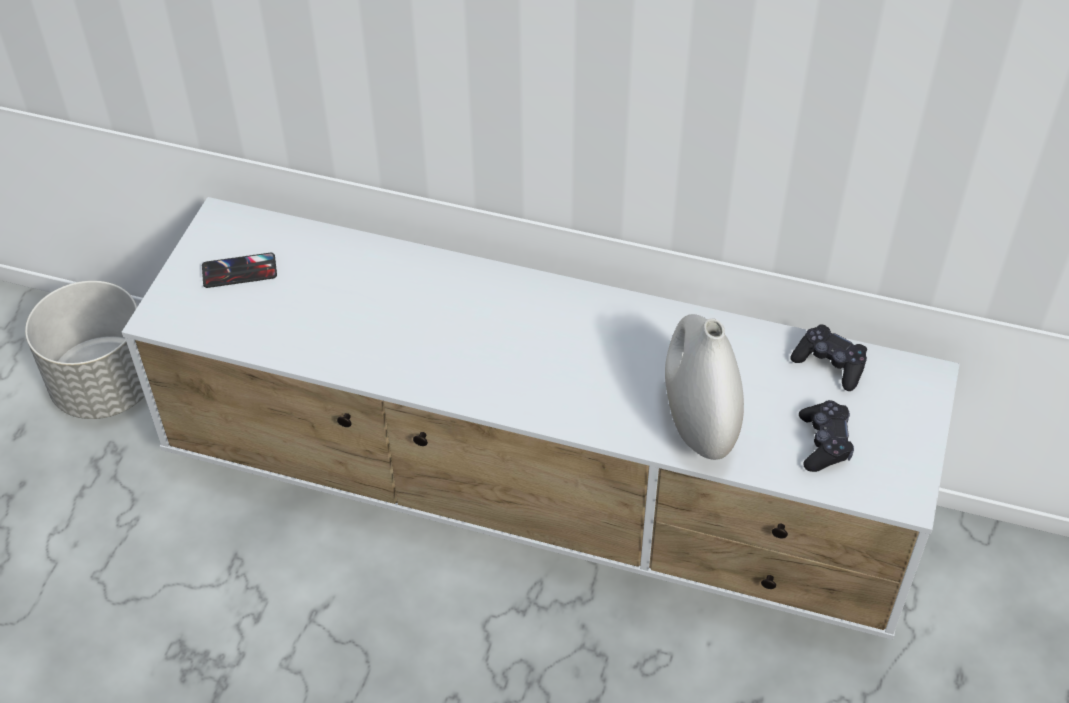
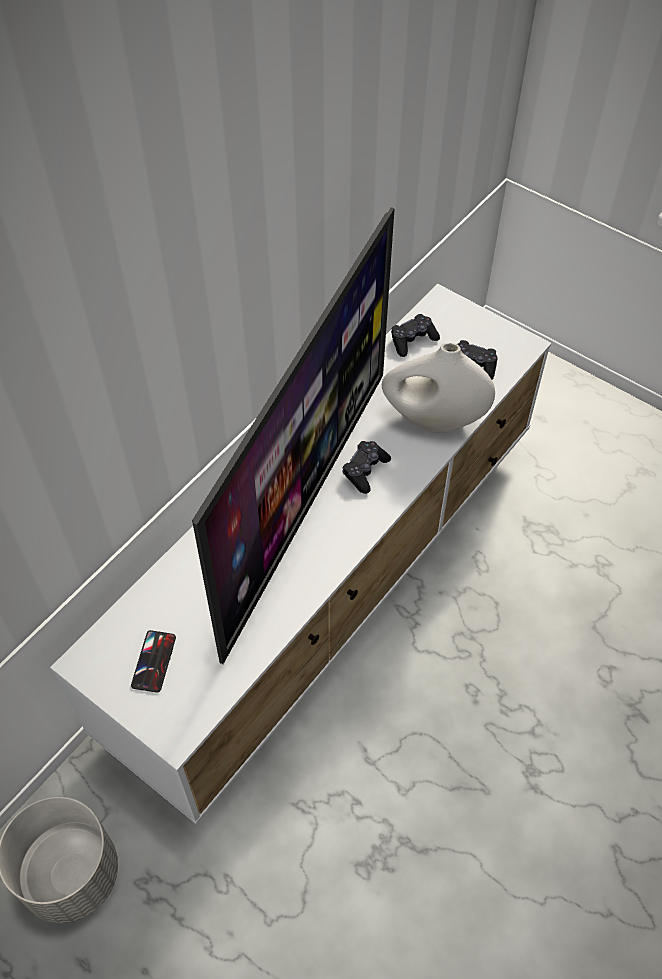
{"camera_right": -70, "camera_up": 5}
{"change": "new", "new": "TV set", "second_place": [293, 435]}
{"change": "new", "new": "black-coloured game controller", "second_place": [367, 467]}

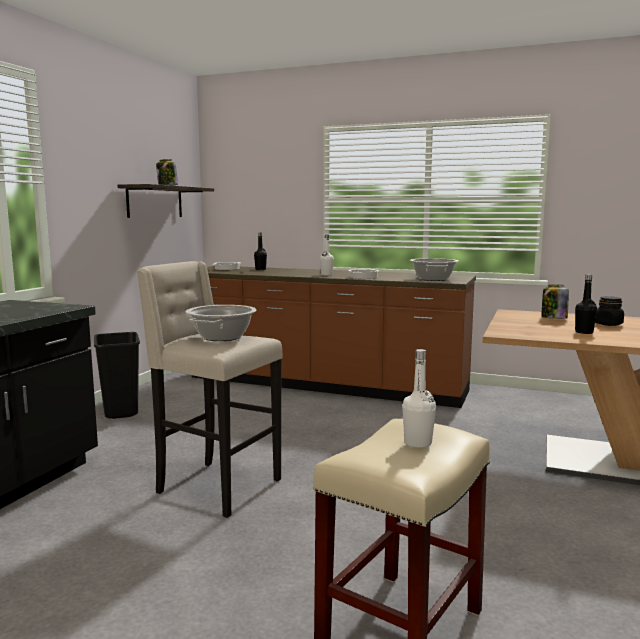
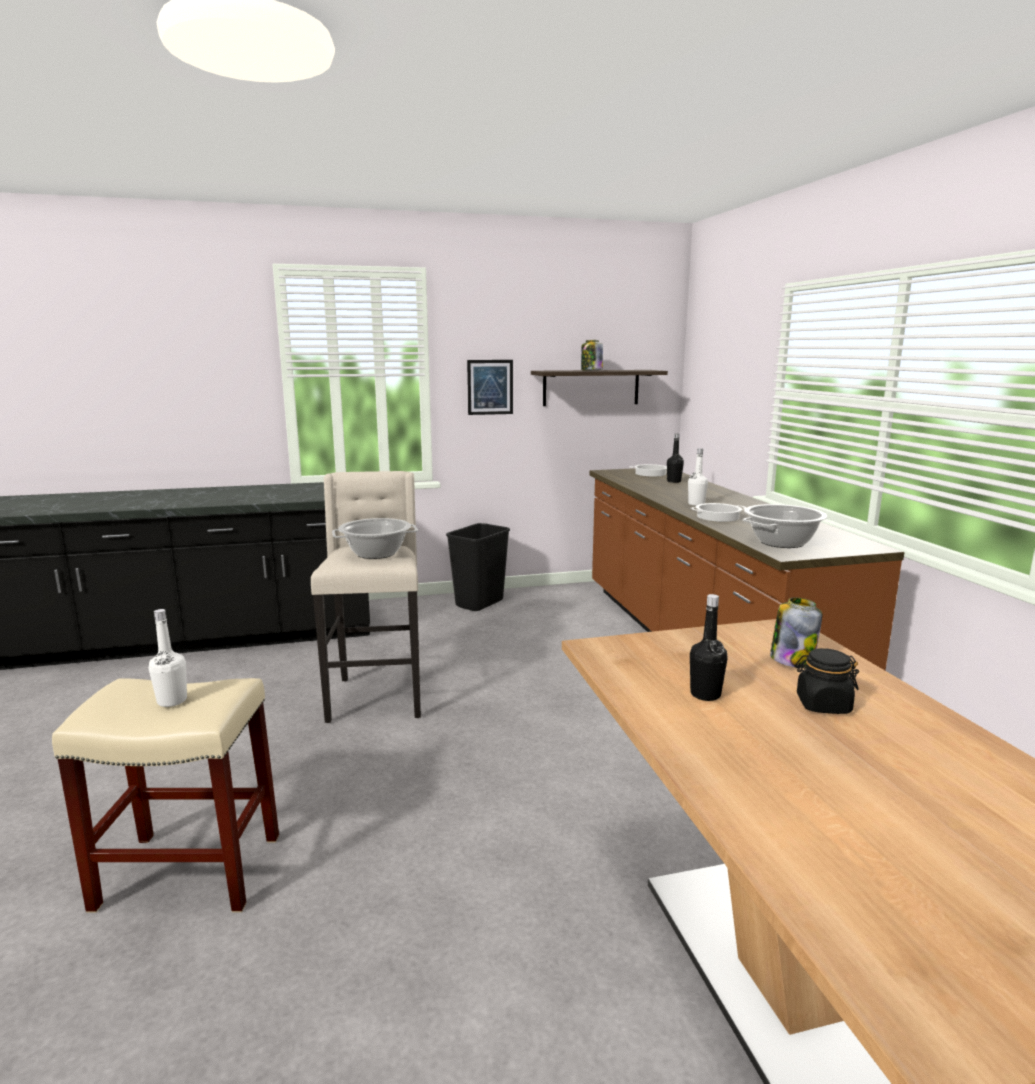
{"camera_right": 55, "camera_up": 5}
{"change": "new", "new": "picture", "second_place": [490, 387]}

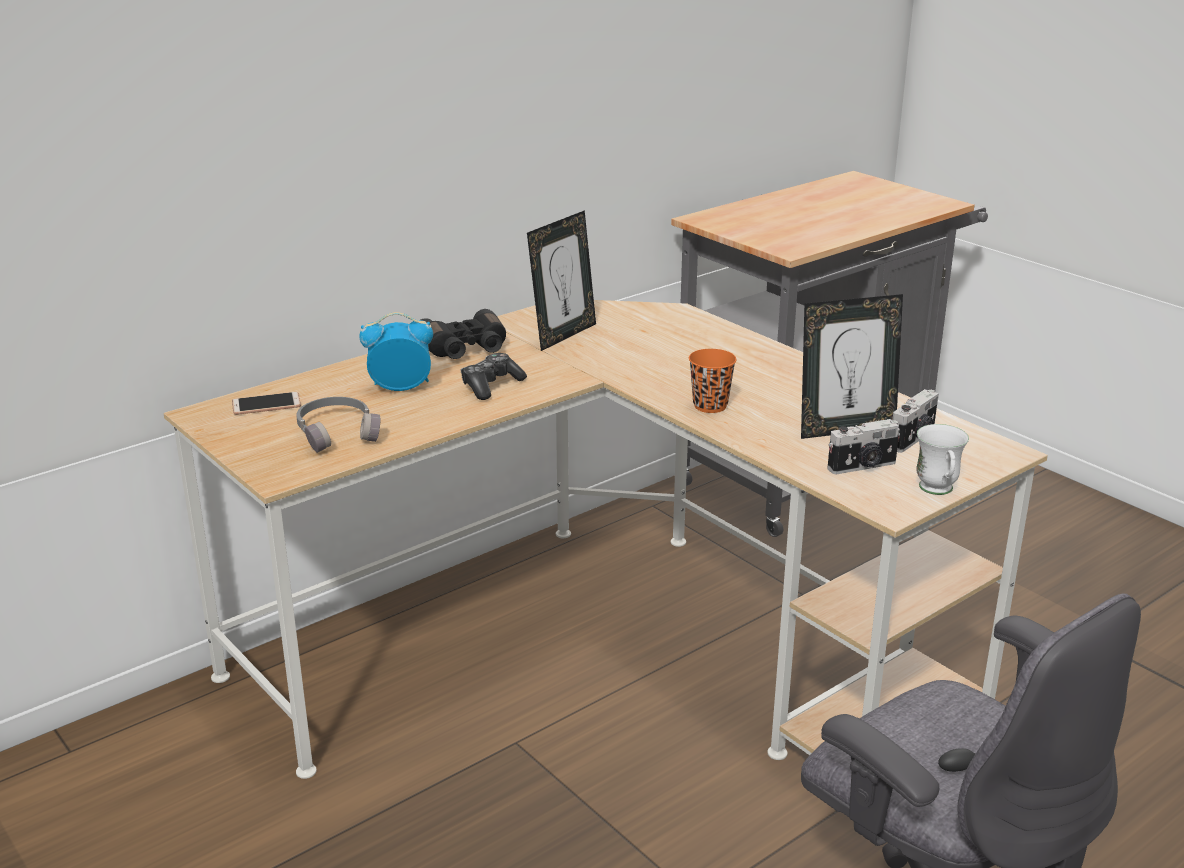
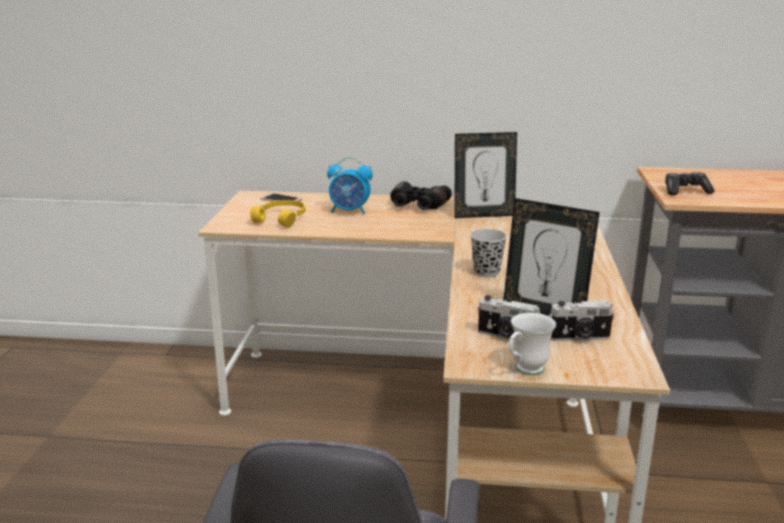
{"camera_right": 45, "camera_up": -5}
{"change": "repainted", "old": "greyish pair of headphones", "new": "yellow-coloured pair of headphones", "first_place": [338, 425], "second_place": [278, 214]}
{"change": "rotated", "old": "alarm clock", "first_place": [396, 351], "second_place": [350, 185], "degrees": 150}
{"change": "shifted", "old": "game controller", "first_place": [493, 376], "second_place": [690, 183]}
{"change": "repainted", "old": "orangey drinking cup", "new": "black-coloured drinking cup", "first_place": [712, 381], "second_place": [488, 253]}

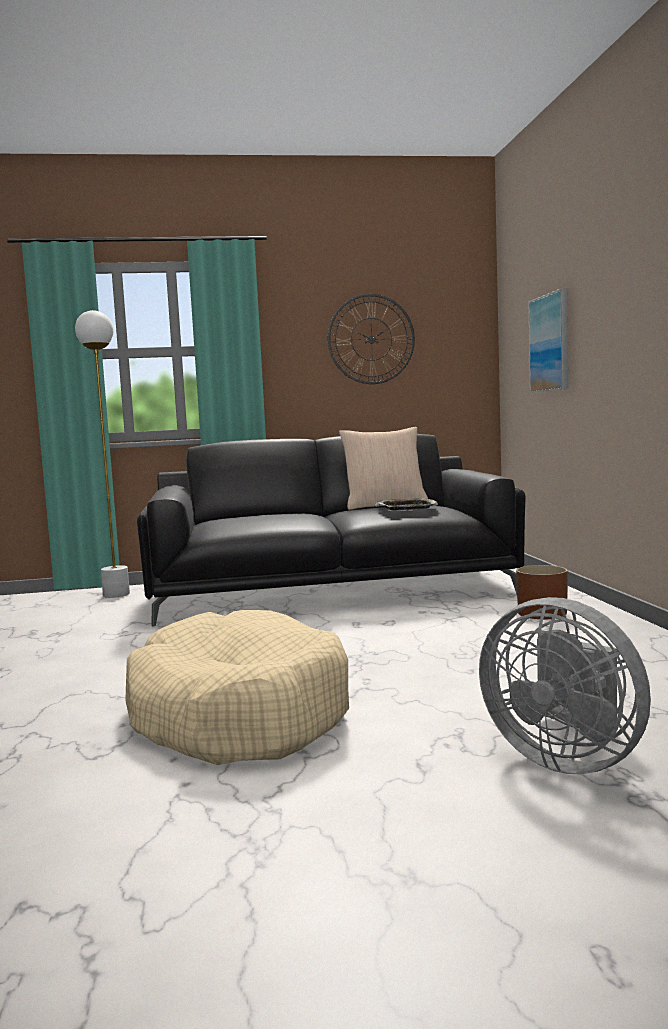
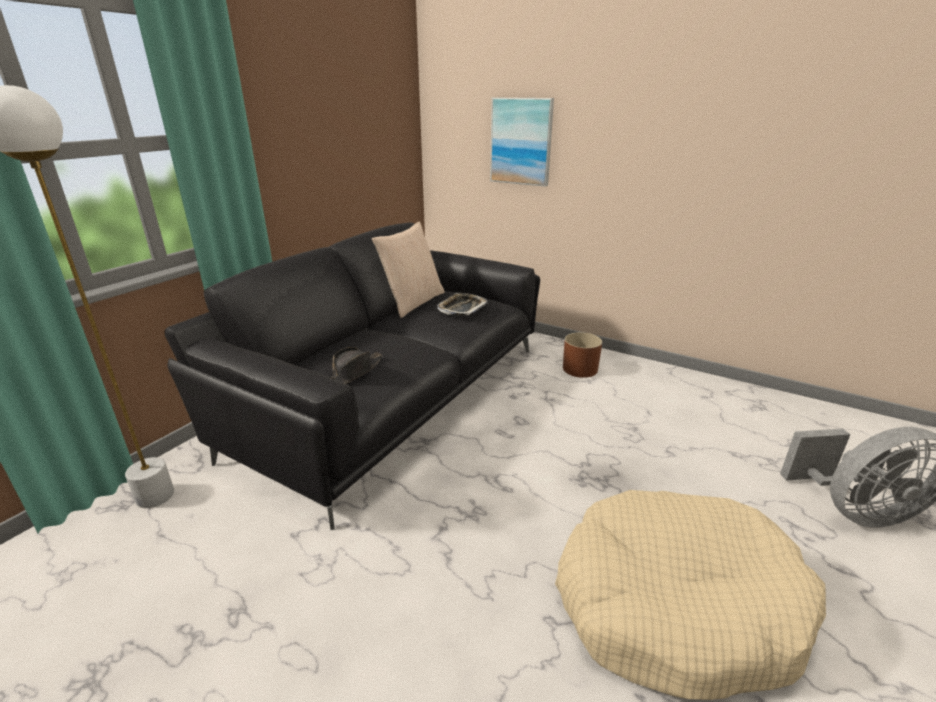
{"camera_right": -50, "camera_up": 20}
{"change": "gone", "old": "hanging clock", "first_place": [371, 339]}
{"change": "new", "new": "black-coloured hat", "second_place": [357, 365]}

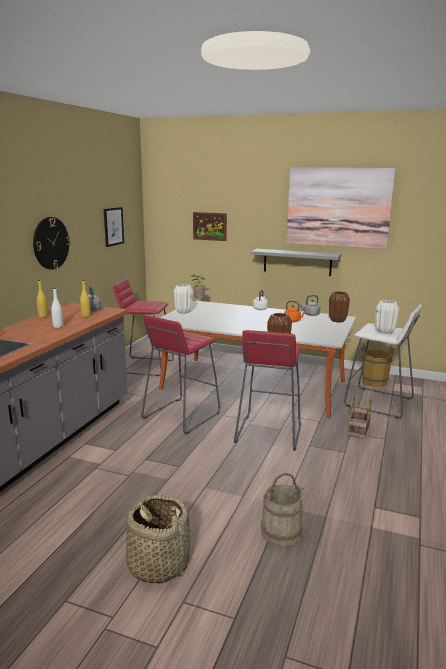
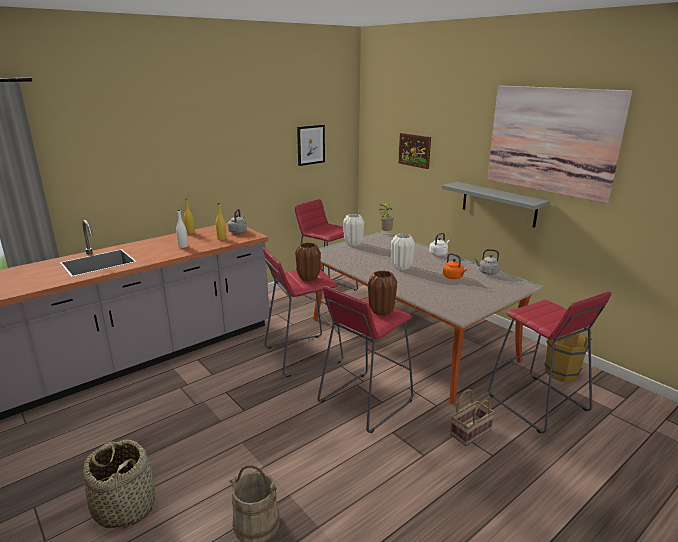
{"camera_right": 30, "camera_up": 5}
{"change": "gone", "old": "hanging clock", "first_place": [51, 243]}
{"change": "shifted", "old": "brownish flower vase", "first_place": [339, 306], "second_place": [308, 262]}
{"change": "repainted", "old": "whitish sitting stool", "new": "reddish sitting stool", "first_place": [383, 362], "second_place": [550, 362]}
{"change": "shifted", "old": "whitish flower vase", "first_place": [387, 317], "second_place": [403, 252]}

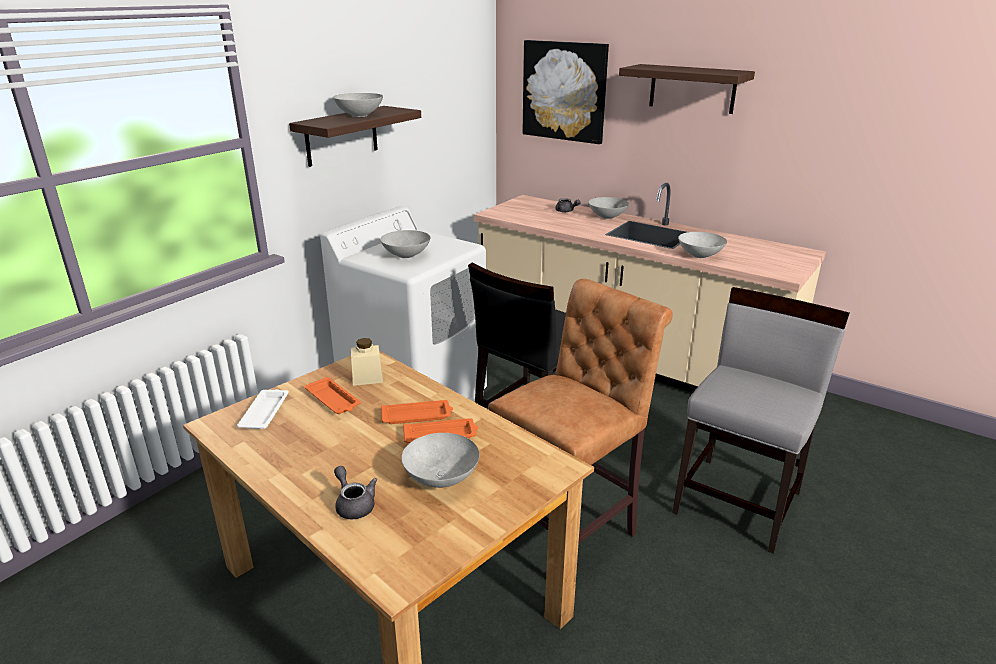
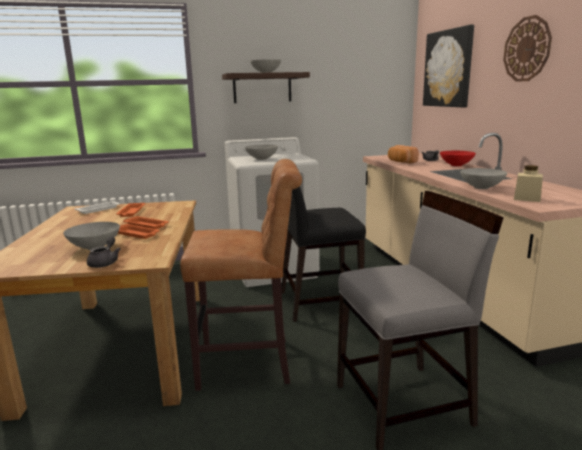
{"camera_right": 40, "camera_up": -10}
{"change": "shifted", "old": "greyish tea pot", "first_place": [355, 492], "second_place": [104, 252]}
{"change": "shifted", "old": "beige-coloured jar", "first_place": [367, 362], "second_place": [528, 183]}
{"change": "repainted", "old": "greyish bowl", "new": "reddish bowl", "first_place": [608, 208], "second_place": [458, 158]}
{"change": "swapped", "old": "shelf", "new": "hanging clock", "first_place": [687, 89], "second_place": [527, 48]}
{"change": "new", "new": "baked bread", "second_place": [403, 154]}

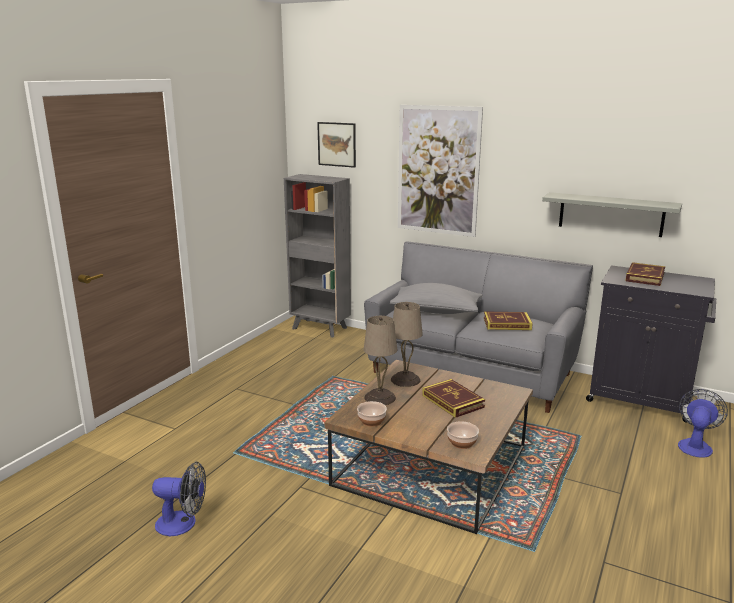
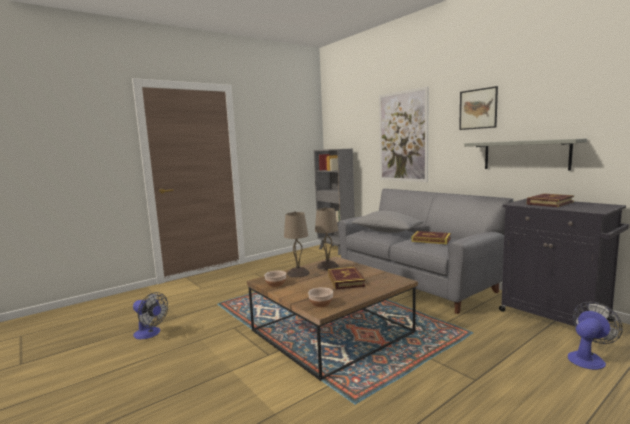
{"camera_right": 25, "camera_up": -10}
{"change": "shifted", "old": "picture", "first_place": [336, 145], "second_place": [478, 108]}

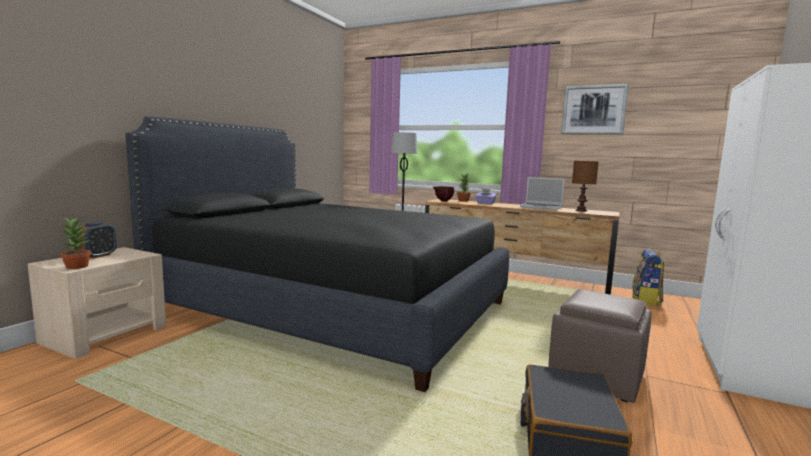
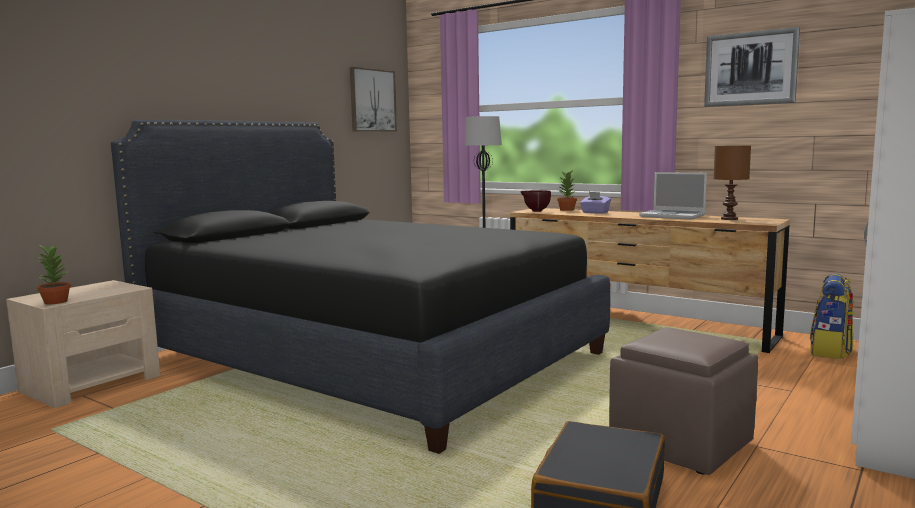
{"camera_right": 10, "camera_up": 0}
{"change": "gone", "old": "alarm clock", "first_place": [97, 240]}
{"change": "new", "new": "picture", "second_place": [373, 99]}

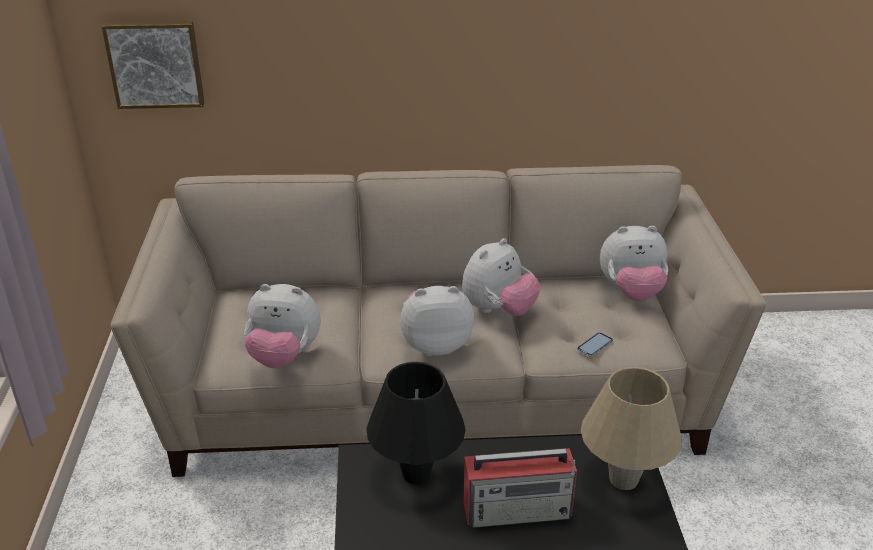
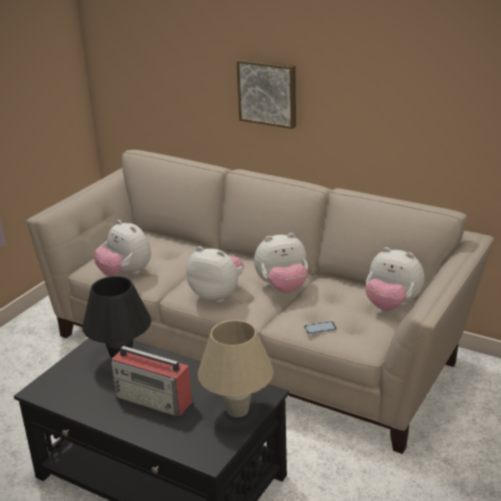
{"camera_right": 35, "camera_up": -5}
{"change": "shifted", "old": "picture", "first_place": [153, 65], "second_place": [266, 94]}

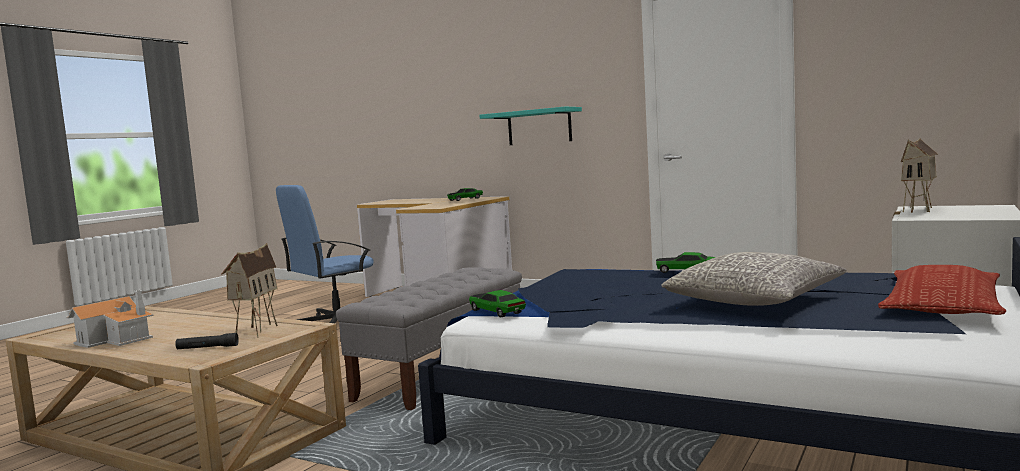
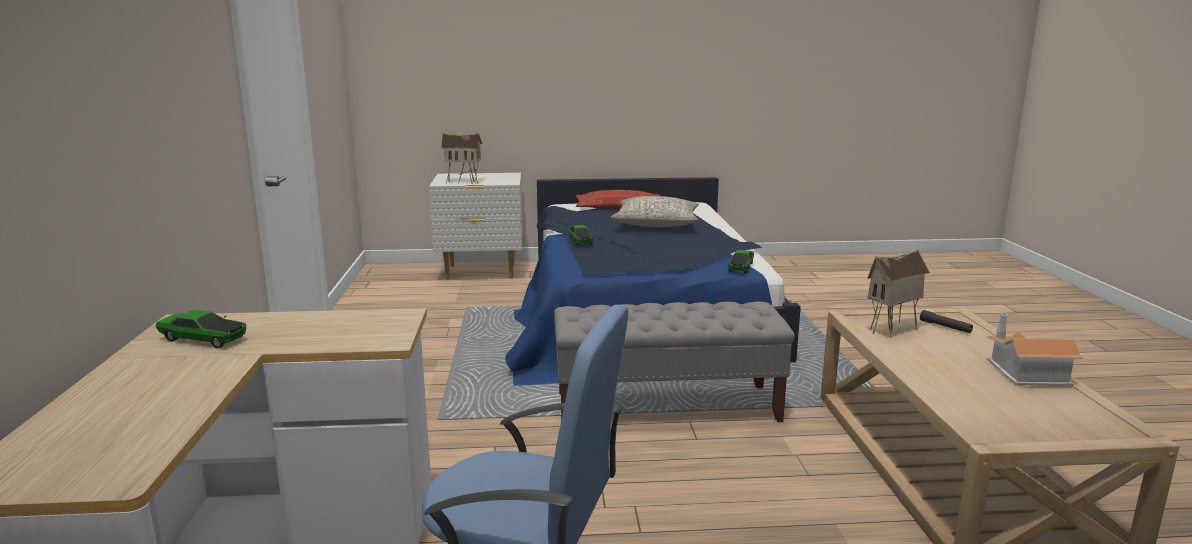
{"camera_right": -125, "camera_up": 10}
{"change": "gone", "old": "blue-green shelf", "first_place": [530, 126]}

